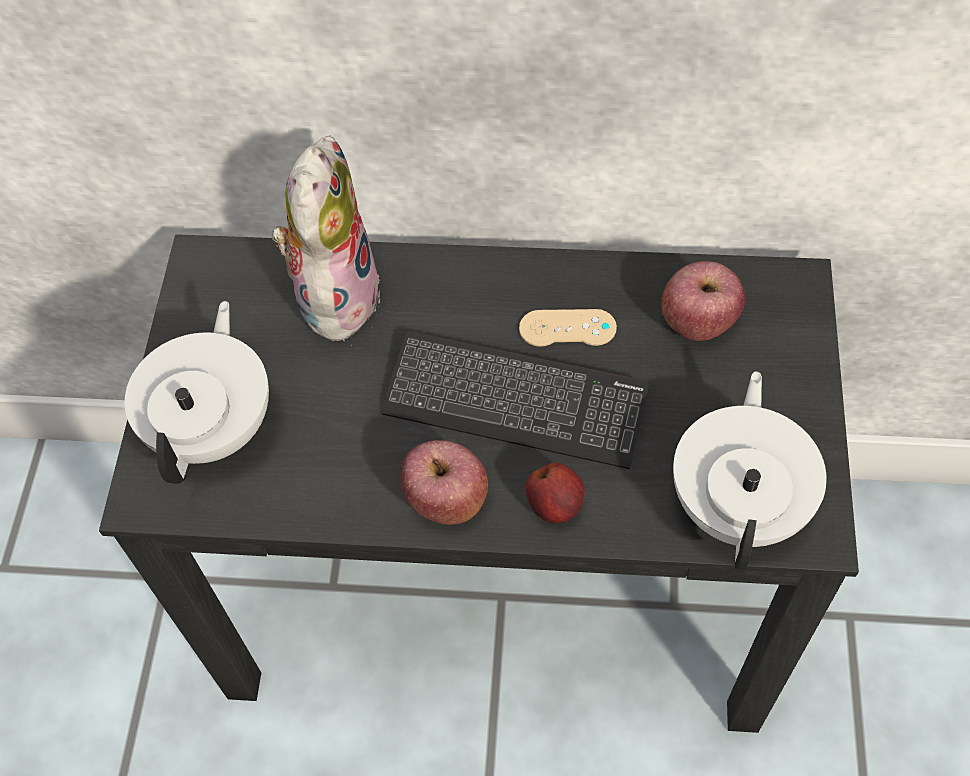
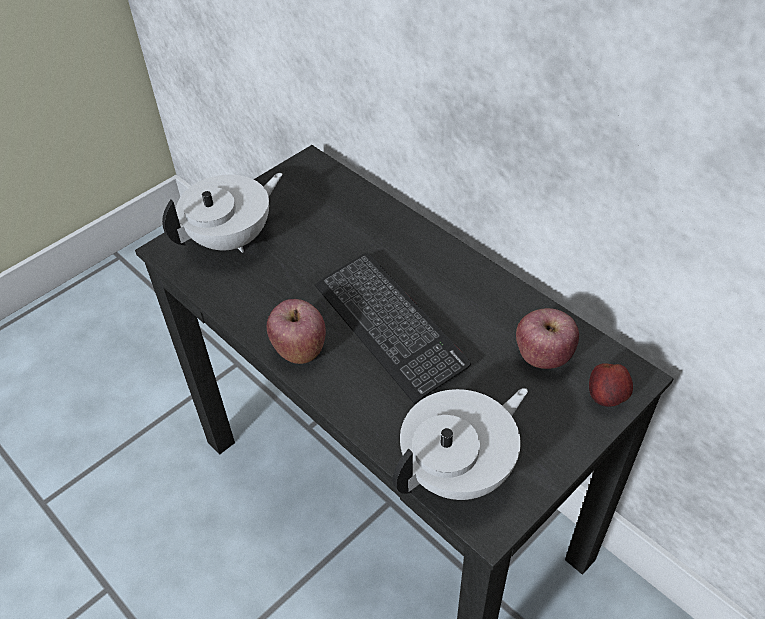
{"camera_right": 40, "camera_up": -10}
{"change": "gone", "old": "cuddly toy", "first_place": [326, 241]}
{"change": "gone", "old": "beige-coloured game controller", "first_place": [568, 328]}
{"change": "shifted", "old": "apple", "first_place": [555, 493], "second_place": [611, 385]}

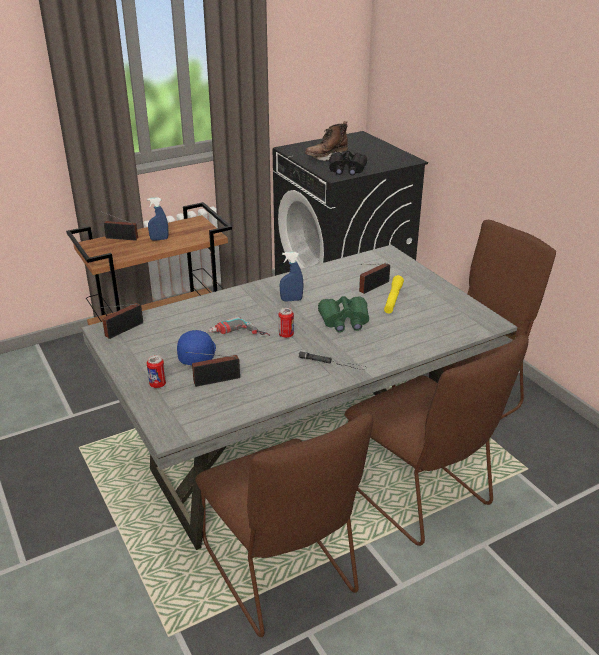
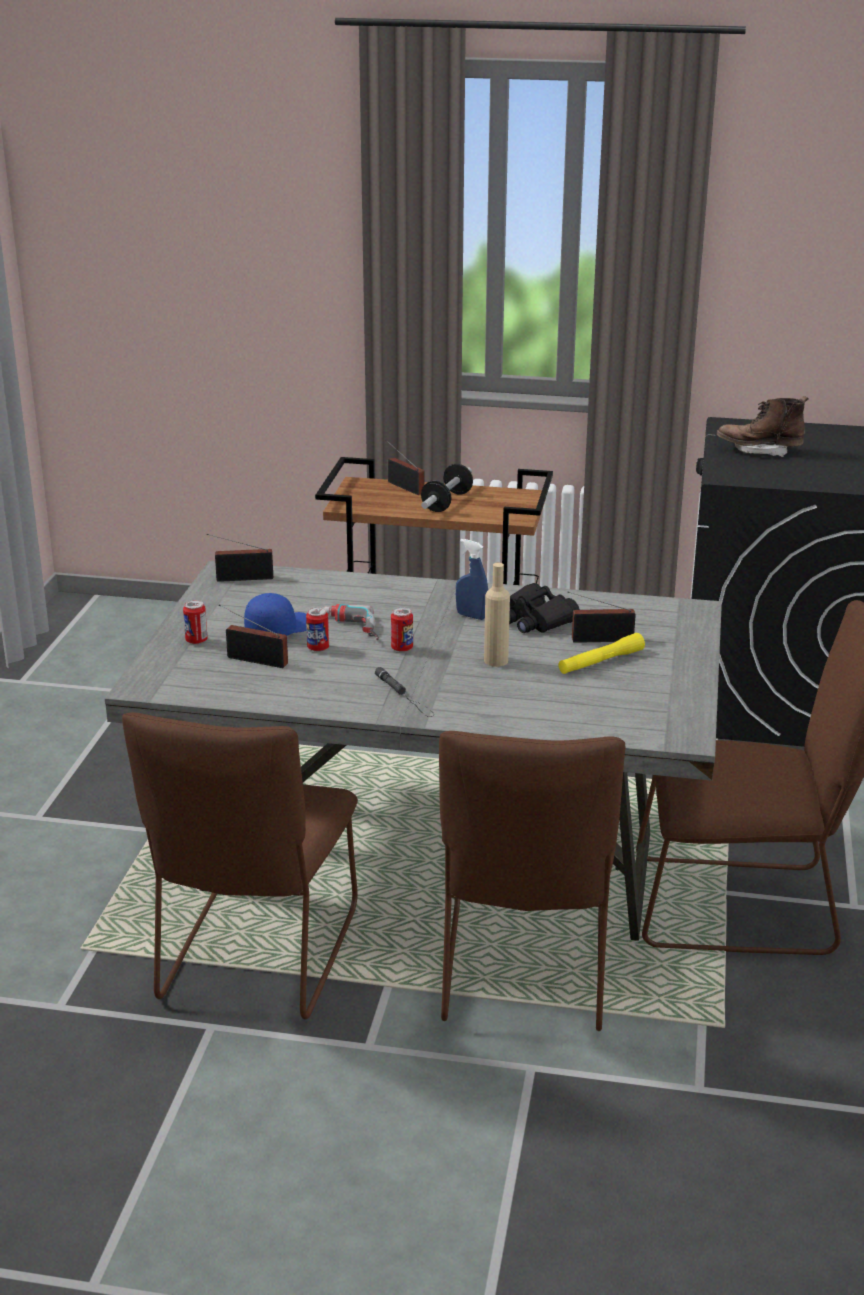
{"camera_right": 40, "camera_up": -5}
{"change": "swapped", "old": "blue-coloured sprayer", "new": "free weight", "first_place": [157, 218], "second_place": [447, 488]}
{"change": "swapped", "old": "greenish pair of binoculars", "new": "beige-coloured beverage bottle", "first_place": [343, 314], "second_place": [497, 615]}
{"change": "shifted", "old": "black-coloured pair of binoculars", "first_place": [348, 163], "second_place": [544, 608]}
{"change": "new", "new": "can", "second_place": [317, 629]}

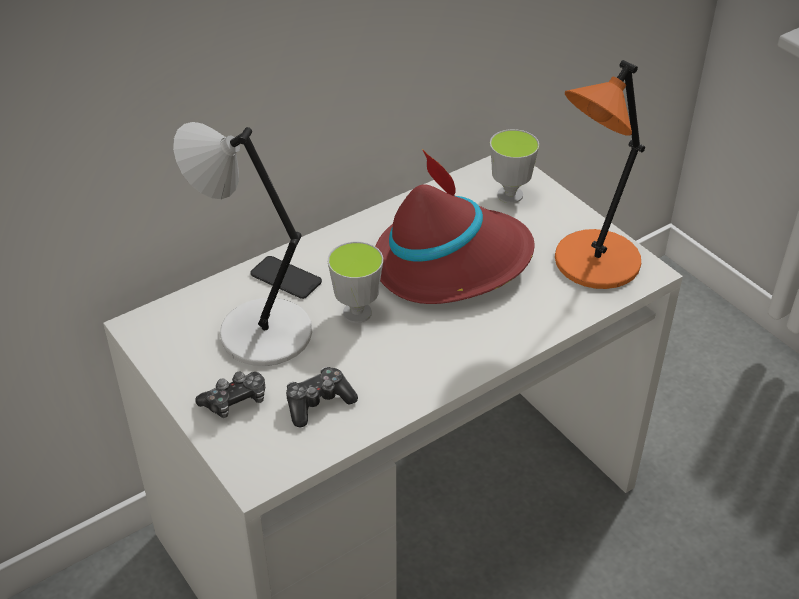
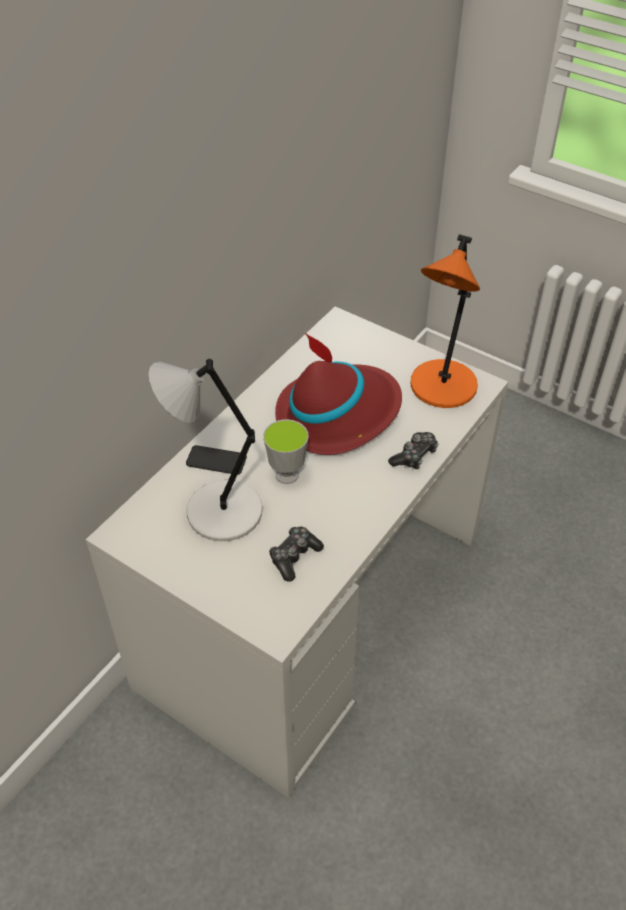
{"camera_right": -20, "camera_up": 5}
{"change": "shifted", "old": "game controller", "first_place": [230, 394], "second_place": [413, 451]}
{"change": "gone", "old": "drinking cup", "first_place": [514, 166]}

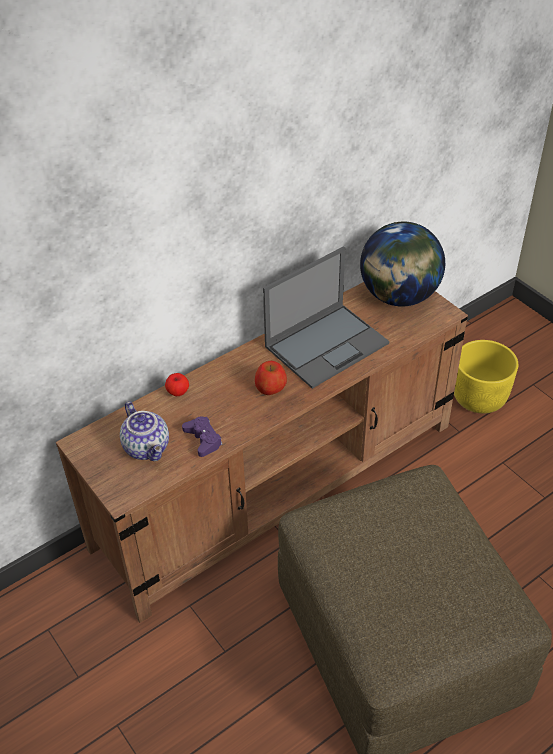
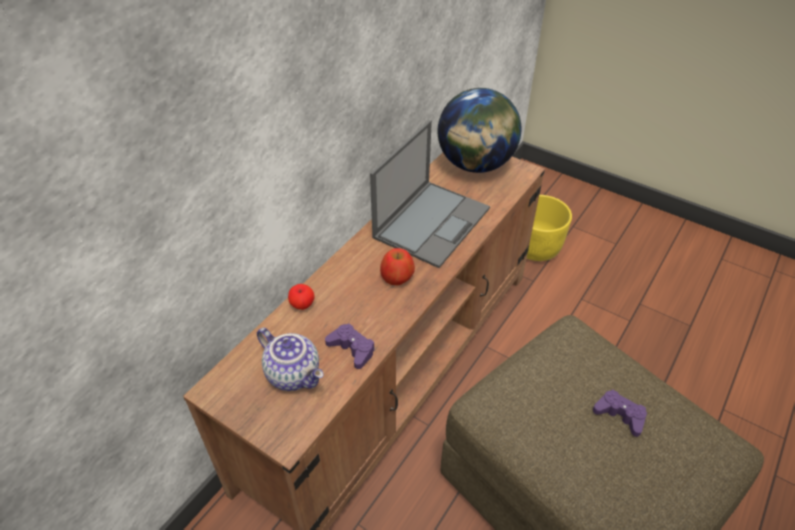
{"camera_right": -20, "camera_up": 0}
{"change": "new", "new": "purplish game controller", "second_place": [620, 413]}

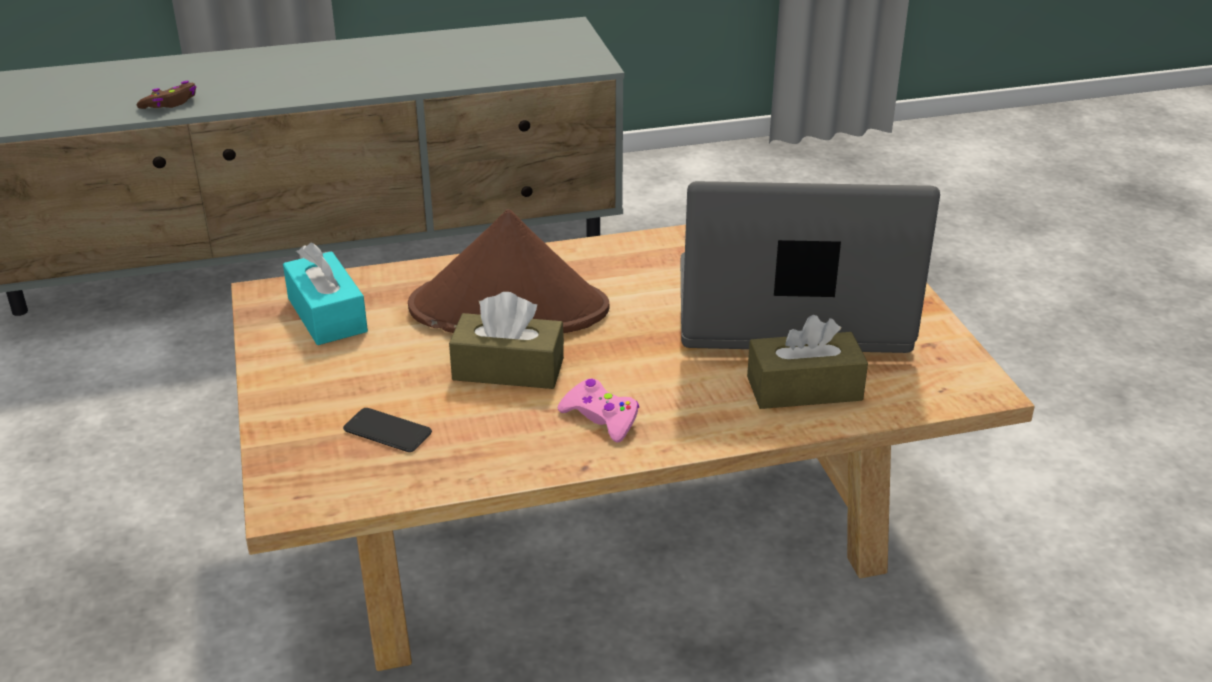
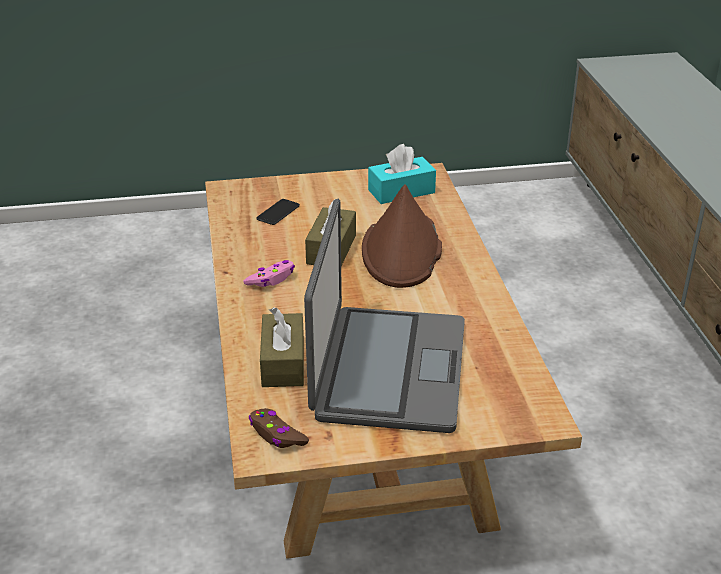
{"camera_right": 95, "camera_up": 0}
{"change": "shifted", "old": "brownish game controller", "first_place": [166, 95], "second_place": [279, 428]}

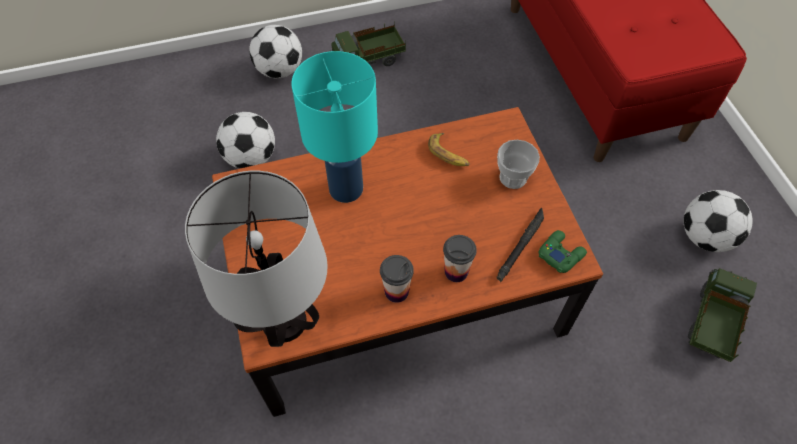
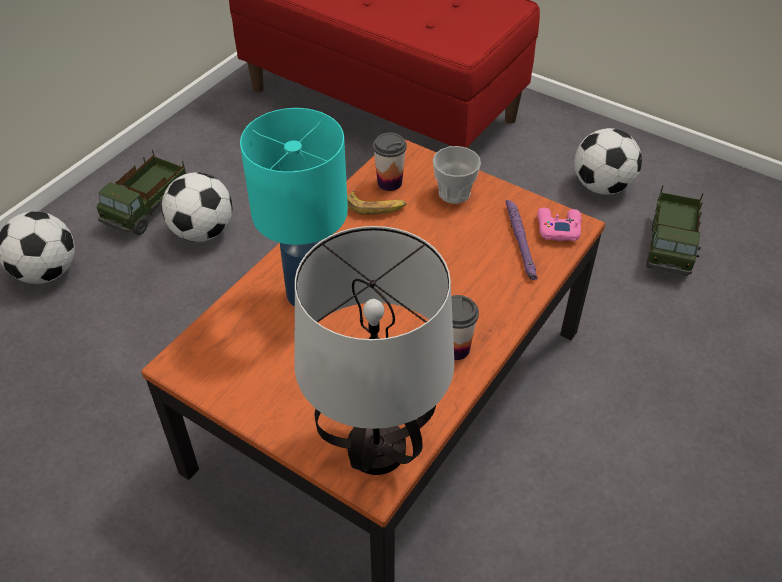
{"camera_right": -40, "camera_up": -10}
{"change": "shifted", "old": "ball for football", "first_place": [245, 140], "second_place": [197, 207]}
{"change": "shifted", "old": "drinking cup", "first_place": [460, 258], "second_place": [390, 162]}
{"change": "repainted", "old": "black-coloured flashlight", "new": "purplish flashlight", "first_place": [520, 245], "second_place": [521, 240]}
{"change": "repainted", "old": "greenish game controller", "new": "pink-coloured game controller", "first_place": [563, 251], "second_place": [559, 224]}
{"change": "rotated", "old": "model truck", "first_place": [722, 315], "second_place": [675, 230], "degrees": -150}

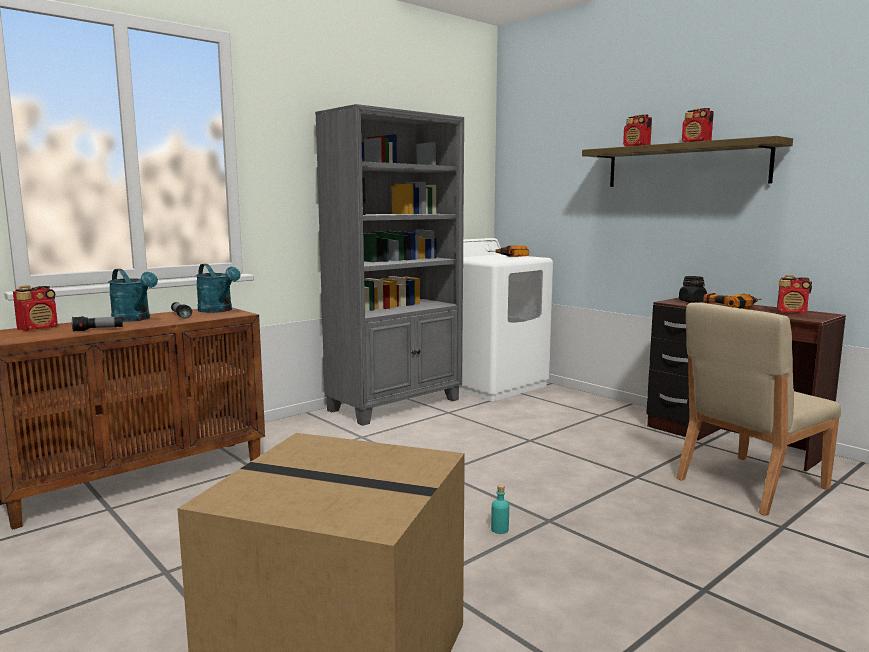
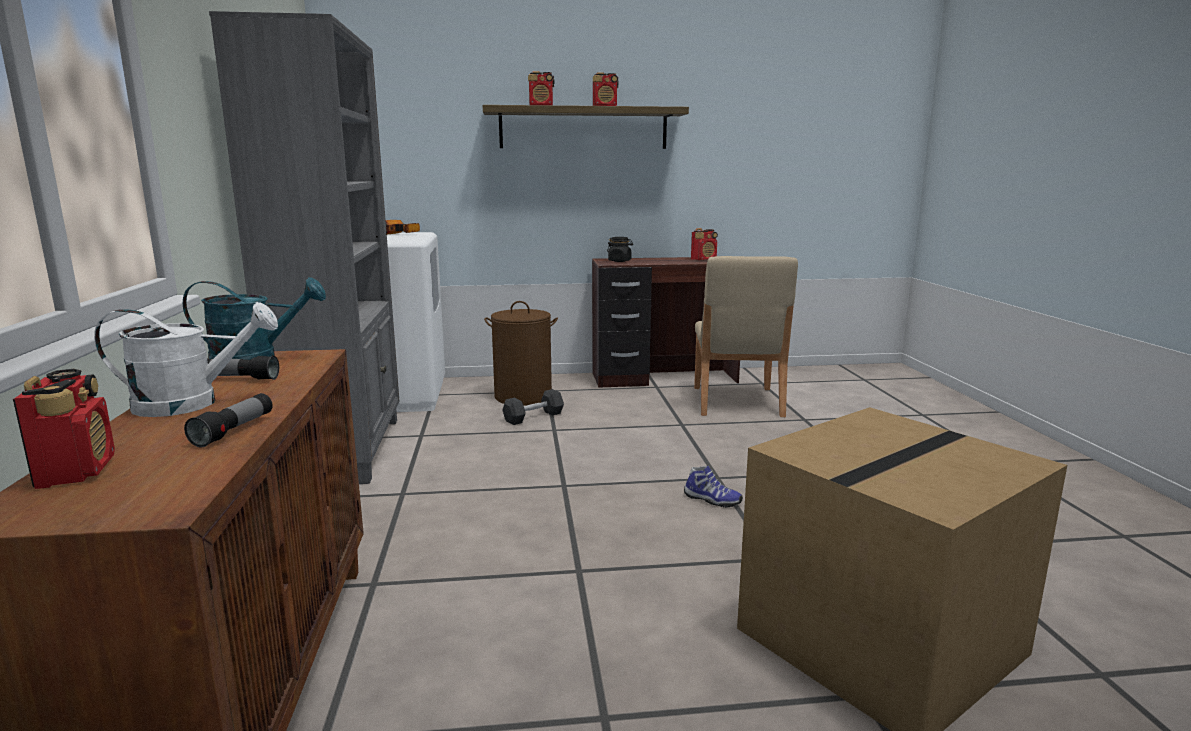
{"camera_right": -55, "camera_up": 5}
{"change": "repainted", "old": "blue-green watering pot", "new": "whitish watering pot", "first_place": [133, 295], "second_place": [186, 359]}
{"change": "swapped", "old": "blue-green beverage bottle", "new": "low shoe", "first_place": [500, 509], "second_place": [713, 487]}
{"change": "gone", "old": "power drill", "first_place": [732, 301]}
{"change": "new", "new": "brownish hamper", "second_place": [521, 353]}
{"change": "new", "new": "black-coloured free weight", "second_place": [533, 407]}

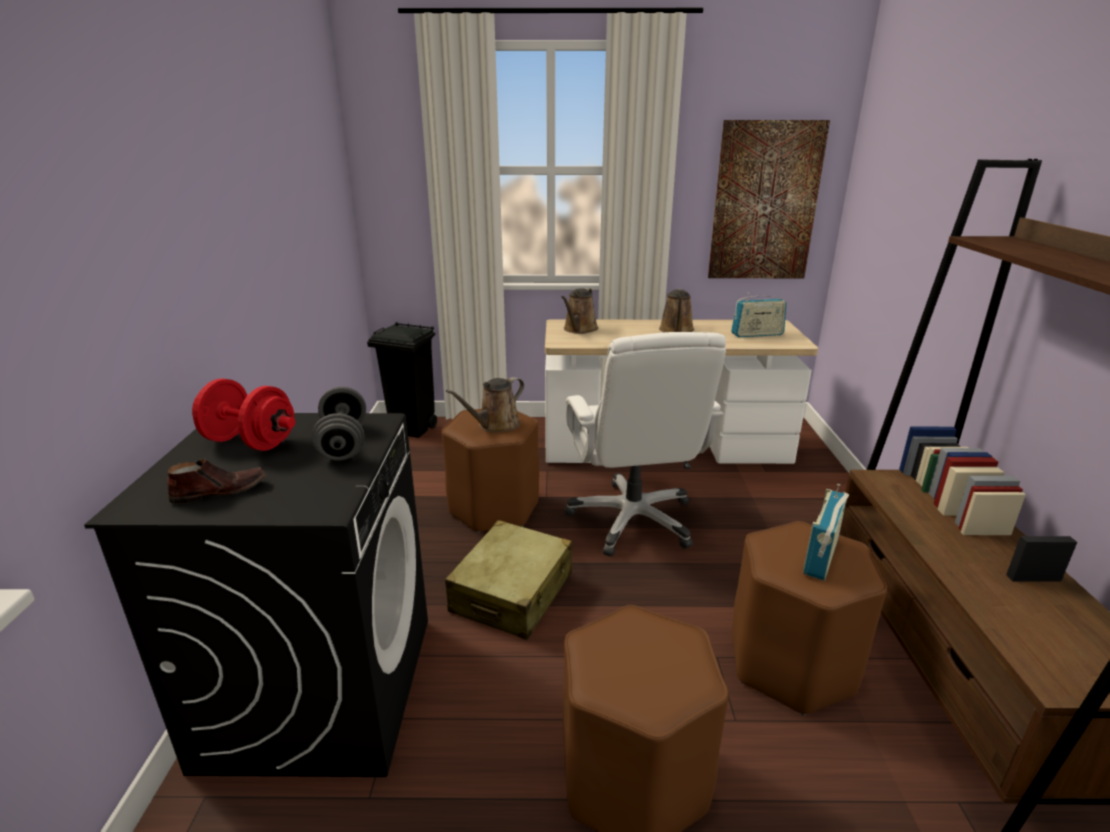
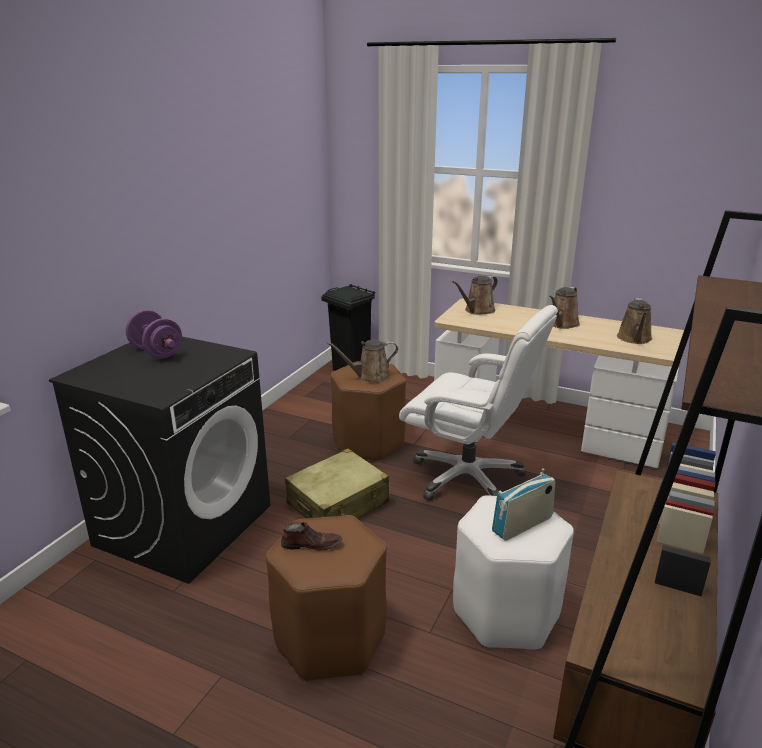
{"camera_right": 25, "camera_up": 0}
{"change": "shifted", "old": "brownish low shoe", "first_place": [217, 481], "second_place": [311, 536]}
{"change": "repainted", "old": "reddish free weight", "new": "purplish free weight", "first_place": [243, 414], "second_place": [154, 334]}
{"change": "gone", "old": "greyish free weight", "first_place": [339, 424]}
{"change": "rotated", "old": "whitish computer chair", "first_place": [645, 444], "second_place": [478, 403], "degrees": -75}
{"change": "gone", "old": "picture", "first_place": [769, 199]}
{"change": "swapped", "old": "radio set", "new": "brownish watering pot", "first_place": [759, 315], "second_place": [634, 321]}
{"change": "repainted", "old": "brownish sitting stool", "new": "whitish sitting stool", "first_place": [809, 618], "second_place": [513, 572]}

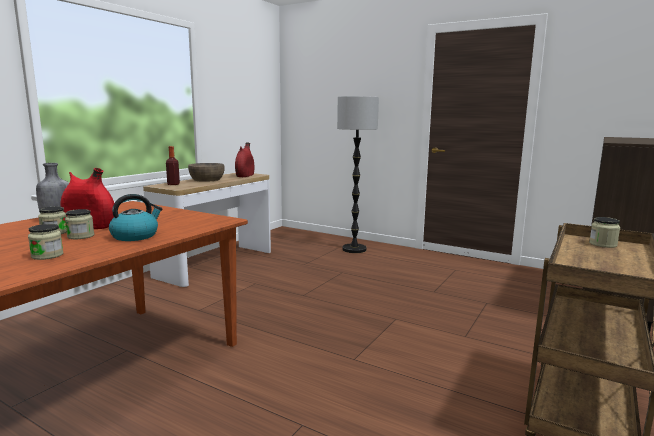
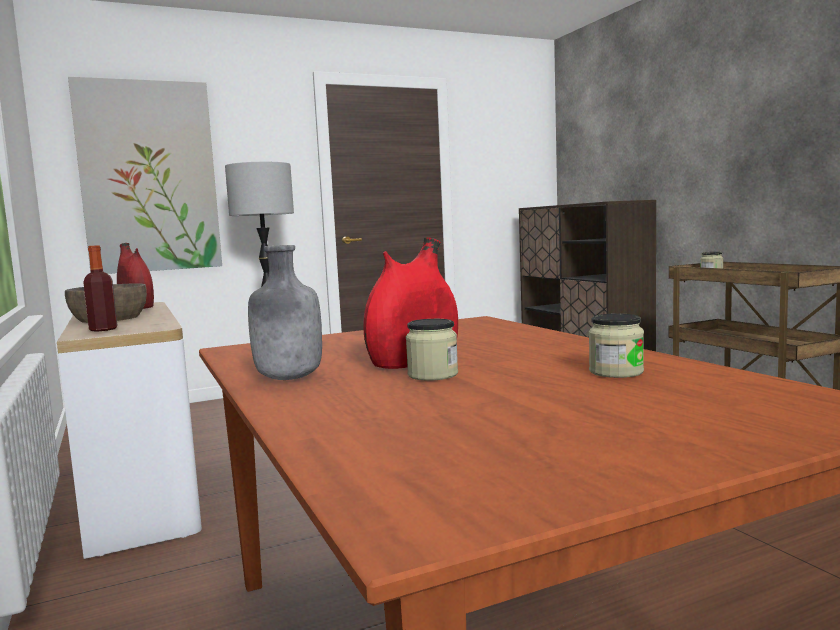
{"camera_right": -55, "camera_up": -5}
{"change": "gone", "old": "jar", "first_place": [79, 224]}
{"change": "gone", "old": "water kettle", "first_place": [135, 217]}
{"change": "new", "new": "picture", "second_place": [145, 175]}

